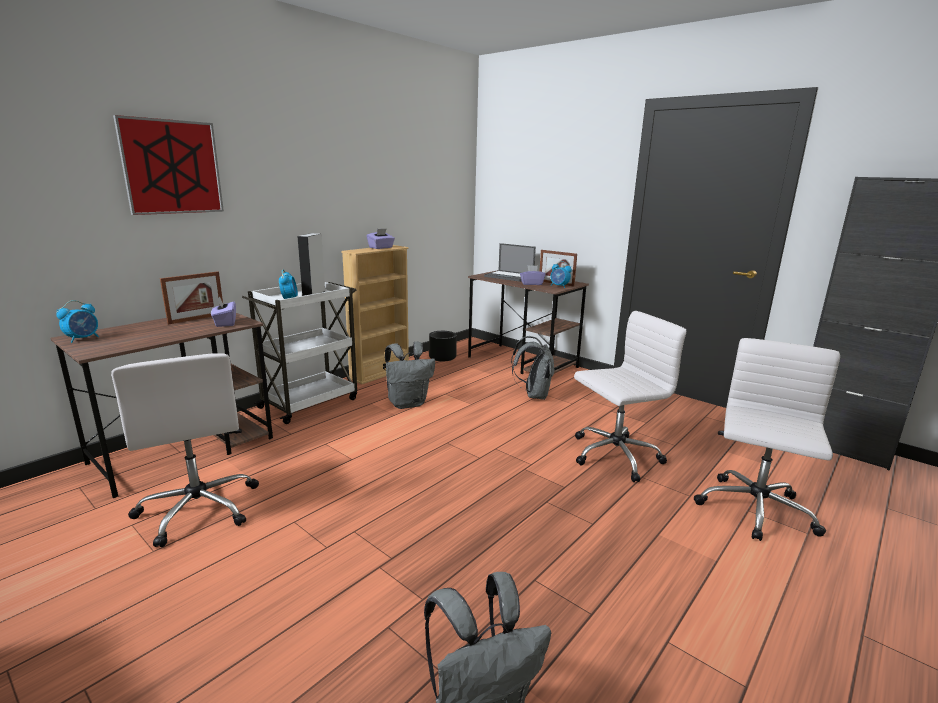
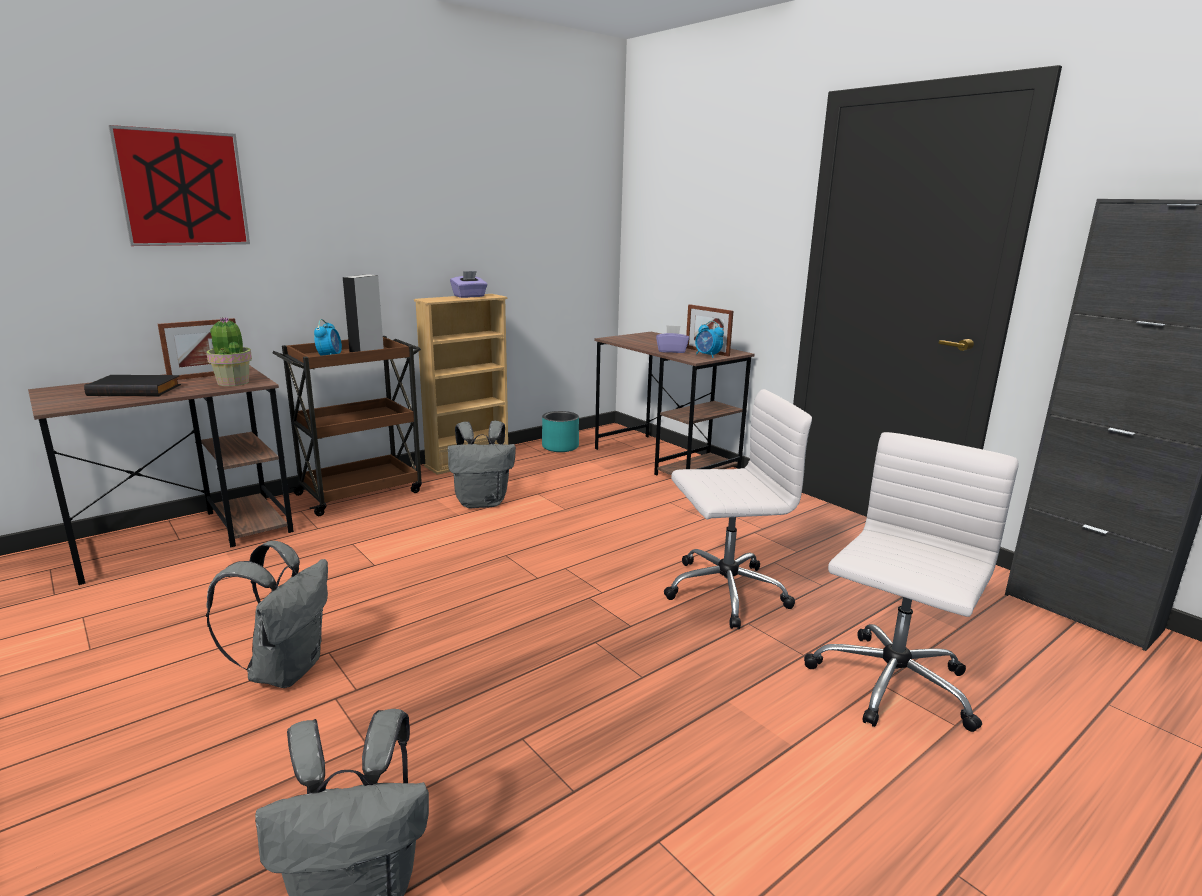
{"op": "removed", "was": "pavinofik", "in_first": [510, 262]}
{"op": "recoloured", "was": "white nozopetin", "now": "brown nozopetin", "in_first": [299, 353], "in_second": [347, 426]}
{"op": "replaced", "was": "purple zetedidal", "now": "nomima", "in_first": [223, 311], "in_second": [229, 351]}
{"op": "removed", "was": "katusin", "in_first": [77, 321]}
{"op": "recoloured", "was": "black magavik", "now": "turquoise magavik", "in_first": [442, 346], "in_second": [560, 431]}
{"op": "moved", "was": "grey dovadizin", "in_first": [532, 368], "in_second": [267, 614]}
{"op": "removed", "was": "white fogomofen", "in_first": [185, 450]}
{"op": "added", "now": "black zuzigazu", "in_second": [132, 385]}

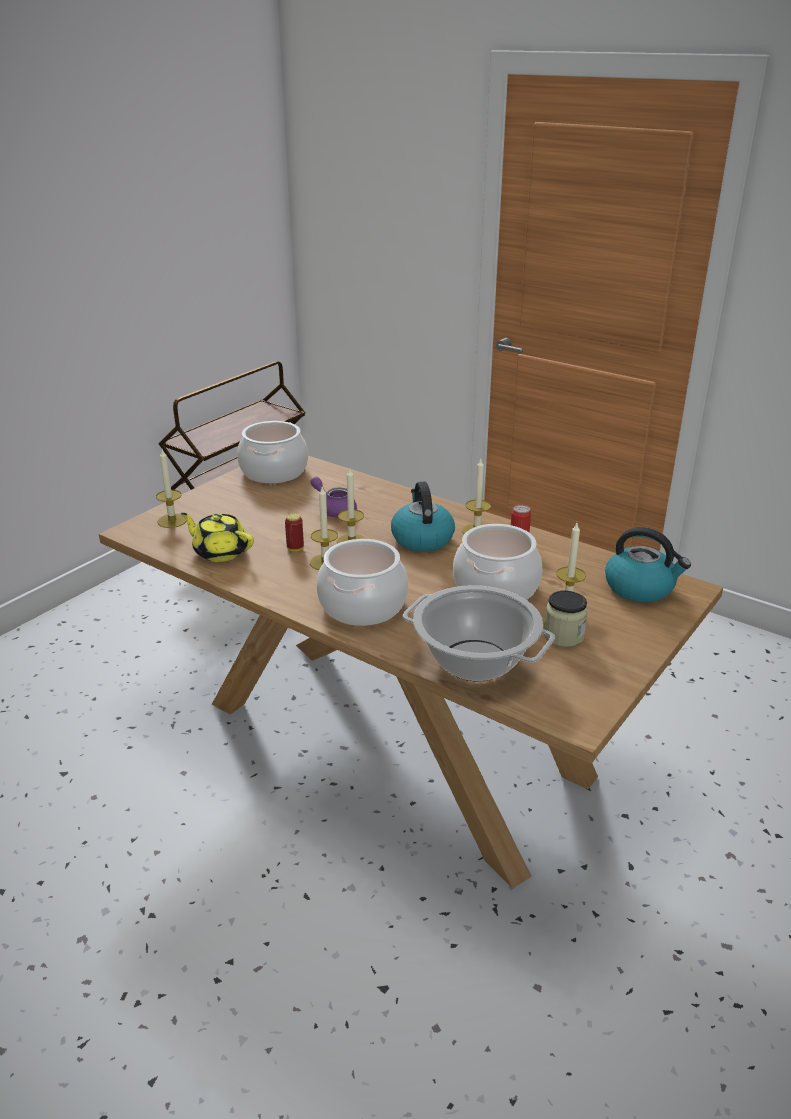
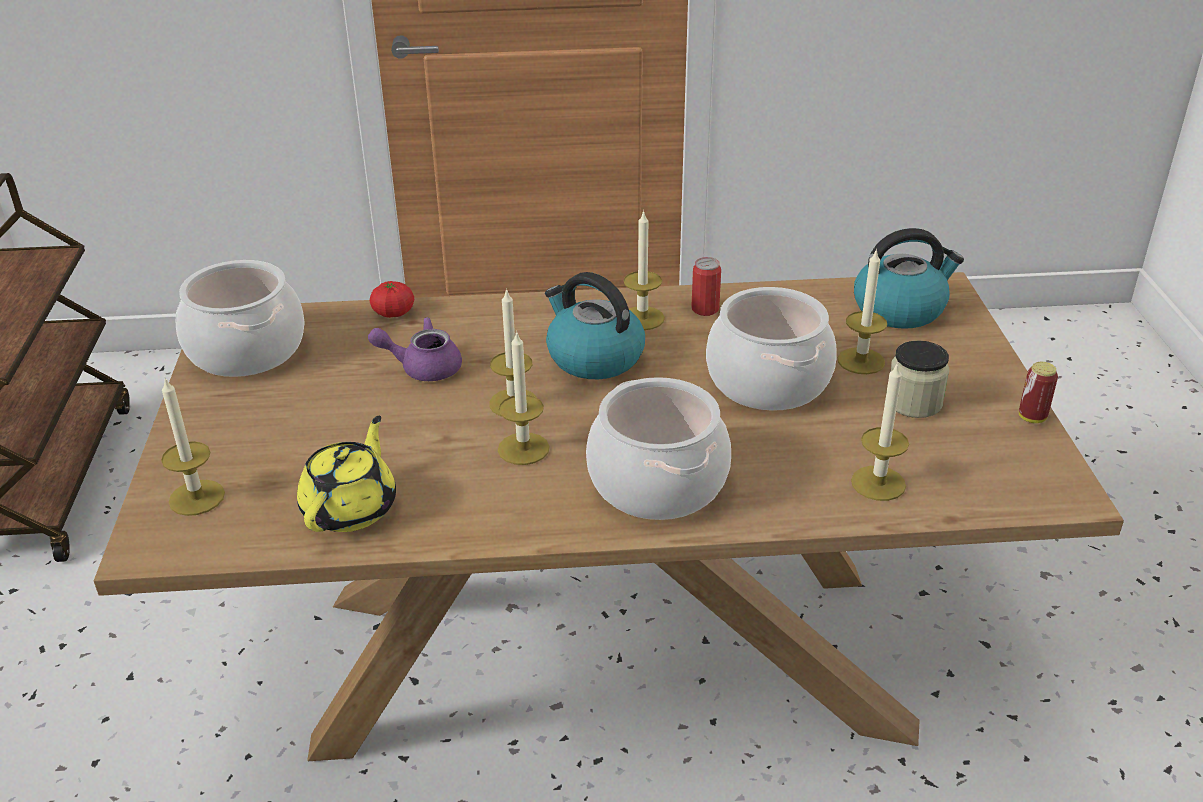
{"op": "turned", "was": "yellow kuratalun", "in_first": [217, 537], "in_second": [346, 474], "clockwise": 120}
{"op": "moved", "was": "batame", "in_first": [294, 532], "in_second": [1038, 392]}
{"op": "replaced", "was": "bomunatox", "now": "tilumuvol", "in_first": [479, 633], "in_second": [880, 431]}
{"op": "added", "now": "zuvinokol", "in_second": [392, 299]}

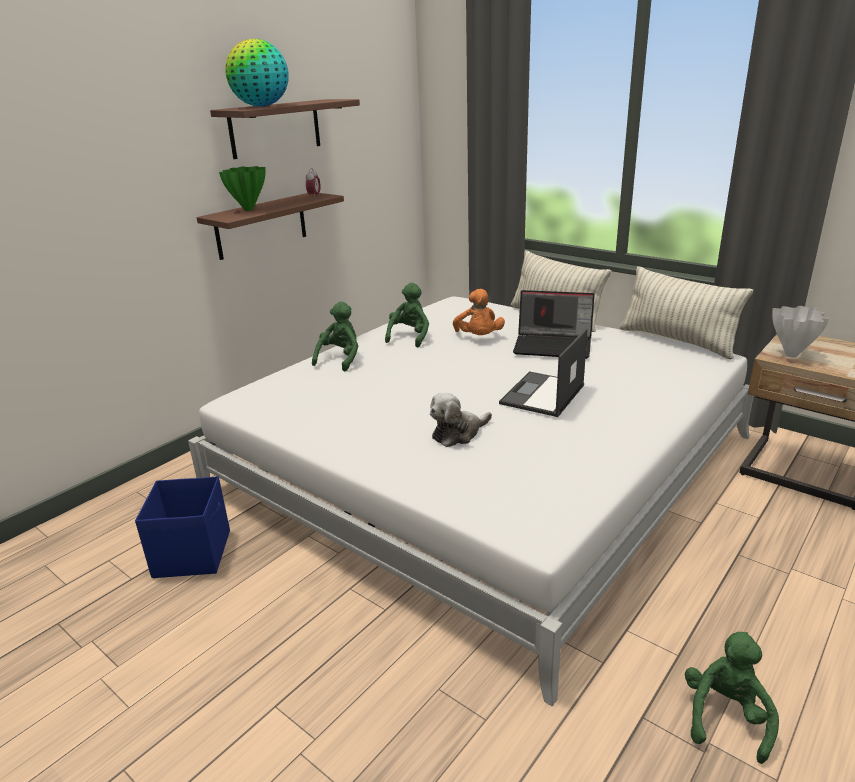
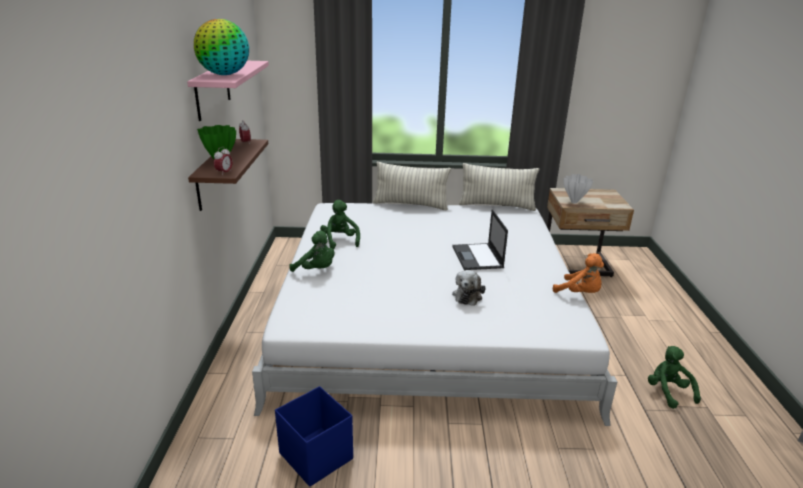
{"op": "recoloured", "was": "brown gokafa", "now": "pink gokafa", "in_first": [285, 129], "in_second": [228, 91]}
{"op": "moved", "was": "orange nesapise", "in_first": [479, 312], "in_second": [578, 273]}
{"op": "removed", "was": "pavinofik", "in_first": [554, 324]}
{"op": "turned", "was": "green nesapise", "in_first": [335, 336], "in_second": [311, 251], "clockwise": 135}
{"op": "added", "now": "katusin", "in_second": [223, 161]}

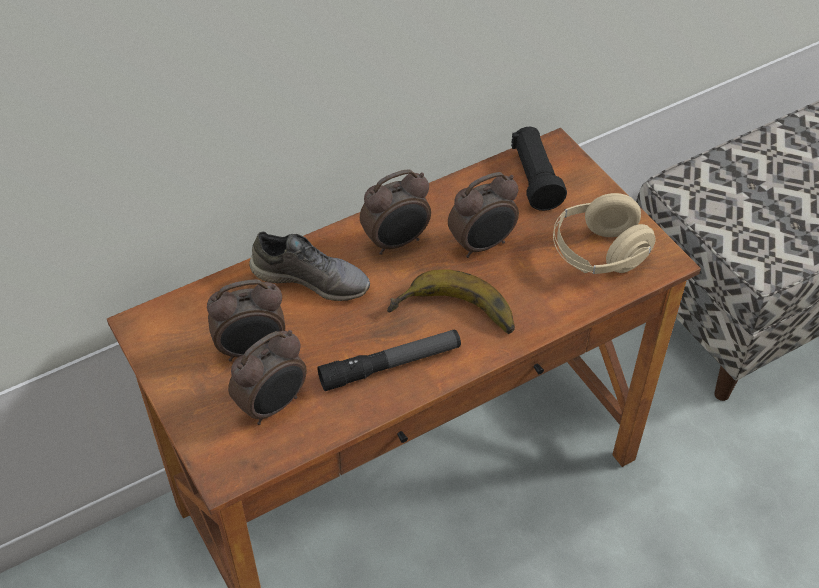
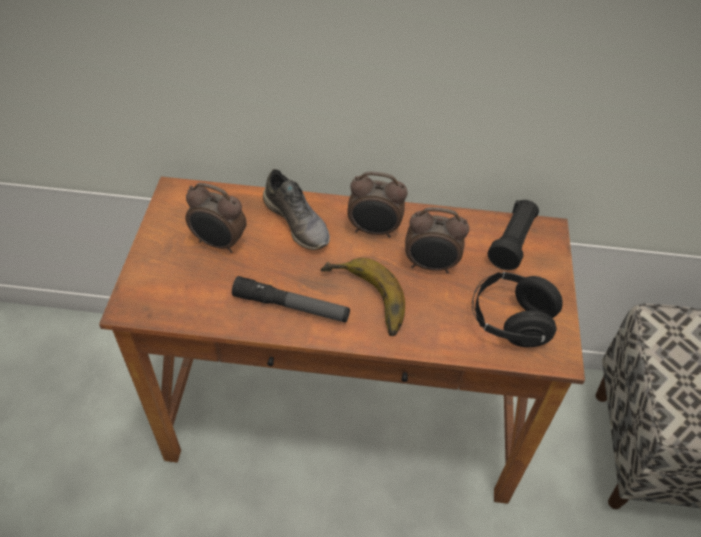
{"op": "recoloured", "was": "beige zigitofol", "now": "black zigitofol", "in_first": [604, 233], "in_second": [517, 309]}
{"op": "removed", "was": "katusin", "in_first": [267, 377]}

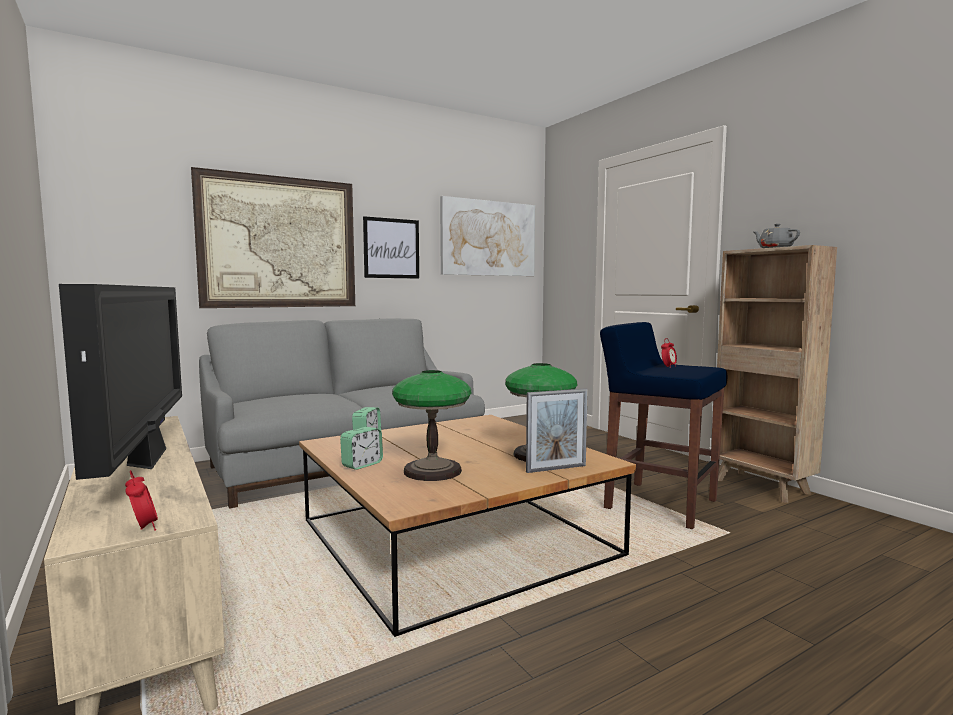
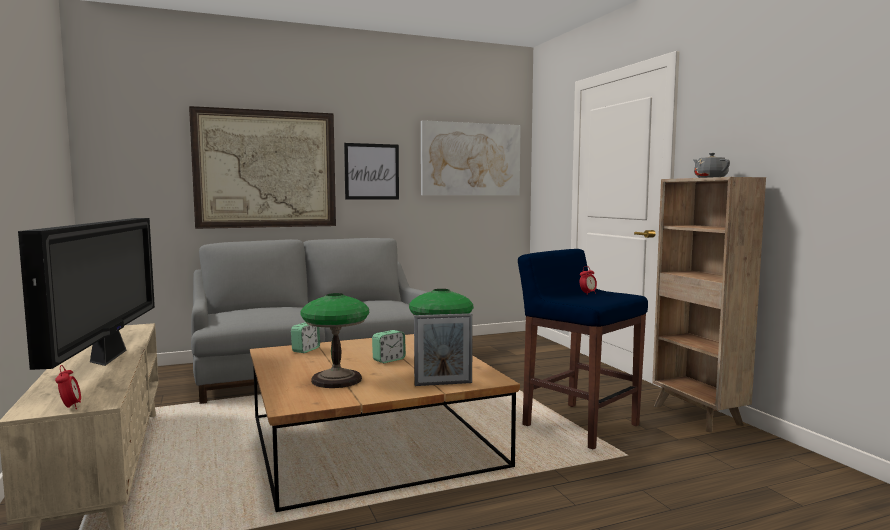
{"op": "moved", "was": "katusin", "in_first": [361, 448], "in_second": [389, 346]}

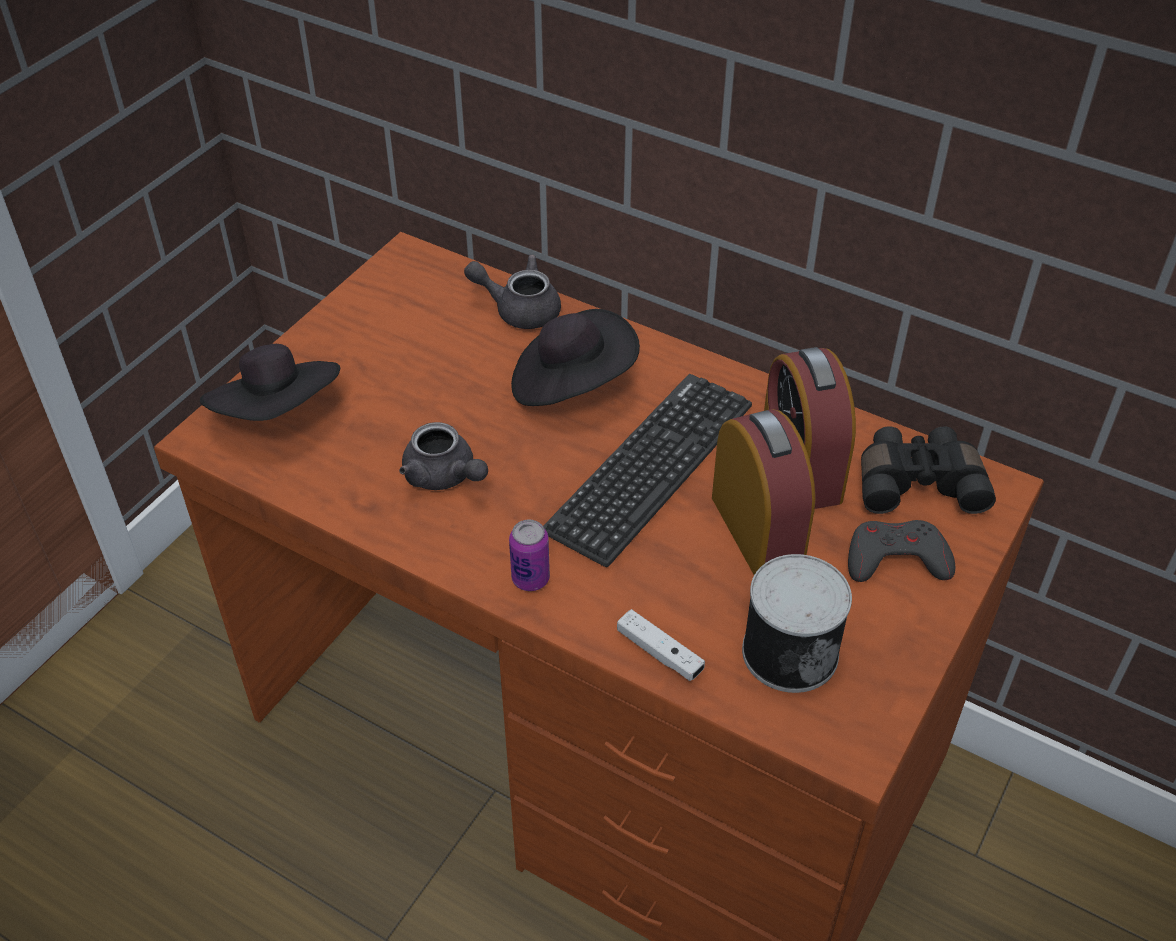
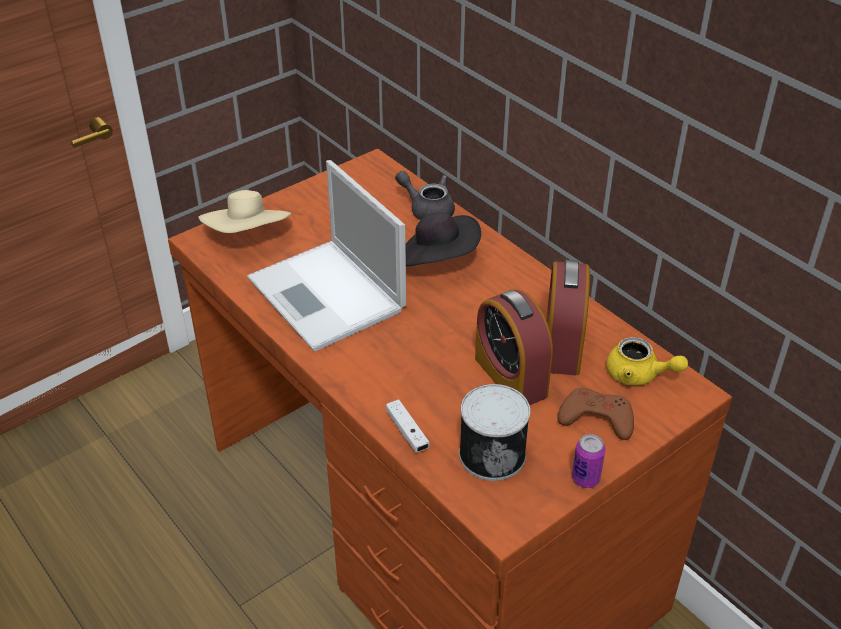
{"op": "recoloured", "was": "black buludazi", "now": "beige buludazi", "in_first": [270, 382], "in_second": [244, 211]}
{"op": "removed", "was": "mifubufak", "in_first": [647, 470]}
{"op": "turned", "was": "katusin", "in_first": [763, 492], "in_second": [514, 347], "clockwise": 150}
{"op": "replaced", "was": "grey kuratalun", "now": "pavinofik", "in_first": [443, 456], "in_second": [326, 256]}
{"op": "replaced", "was": "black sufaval", "now": "yellow kuratalun", "in_first": [928, 470], "in_second": [647, 361]}
{"op": "moved", "was": "batame", "in_first": [529, 555], "in_second": [588, 461]}
{"op": "recoloured", "was": "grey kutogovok", "now": "brown kutogovok", "in_first": [901, 551], "in_second": [596, 414]}

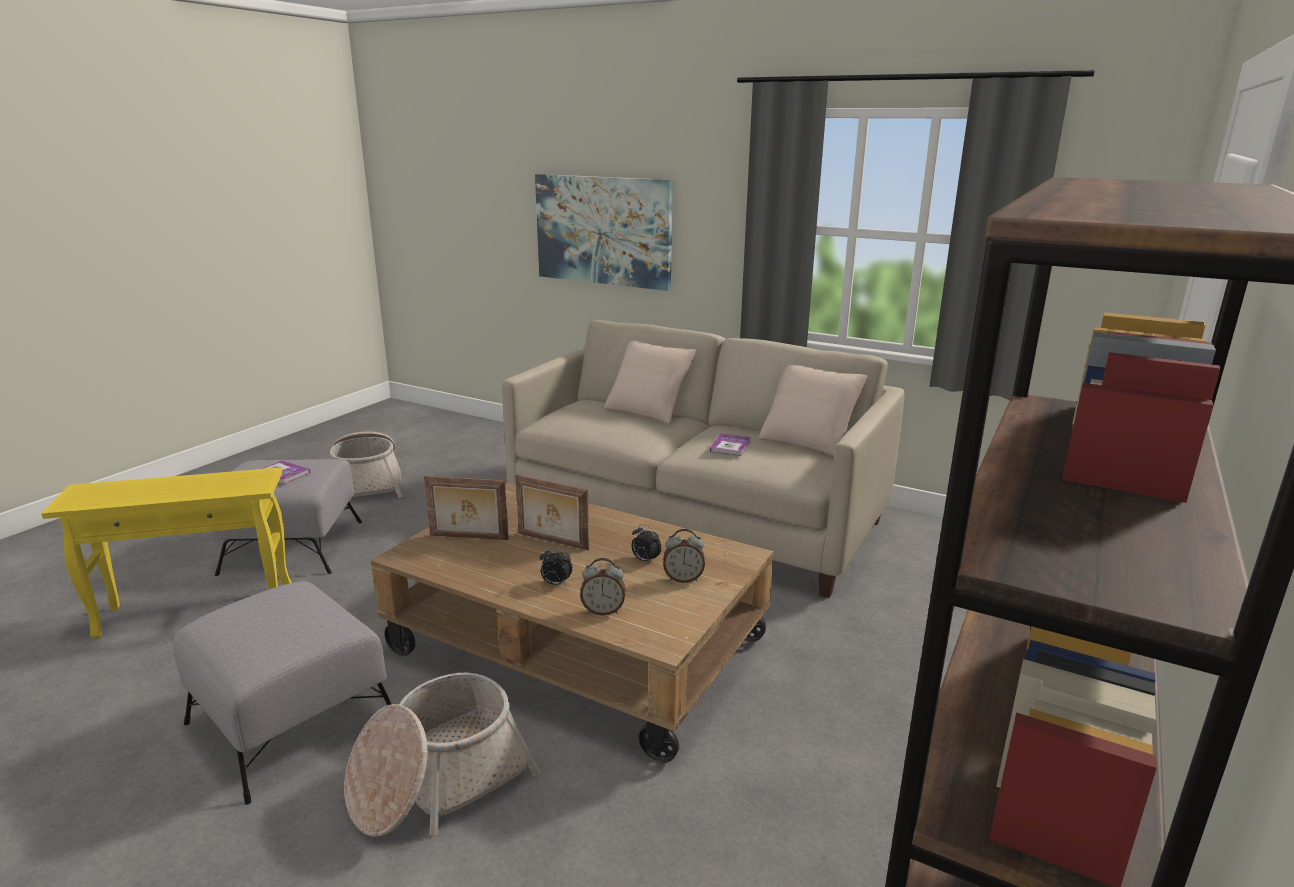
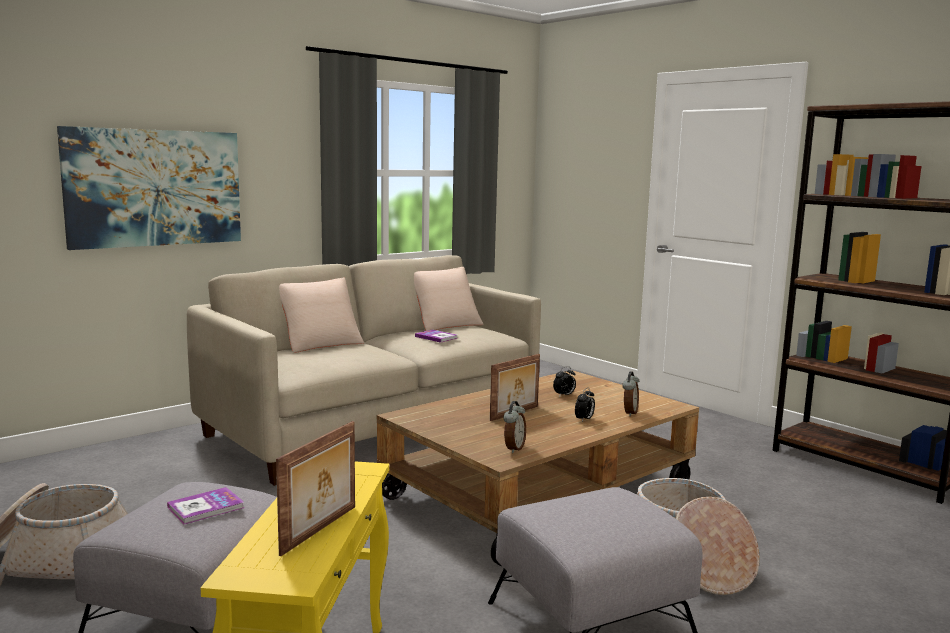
{"op": "moved", "was": "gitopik", "in_first": [466, 508], "in_second": [315, 488]}
{"op": "moved", "was": "katusin", "in_first": [684, 556], "in_second": [514, 427]}

